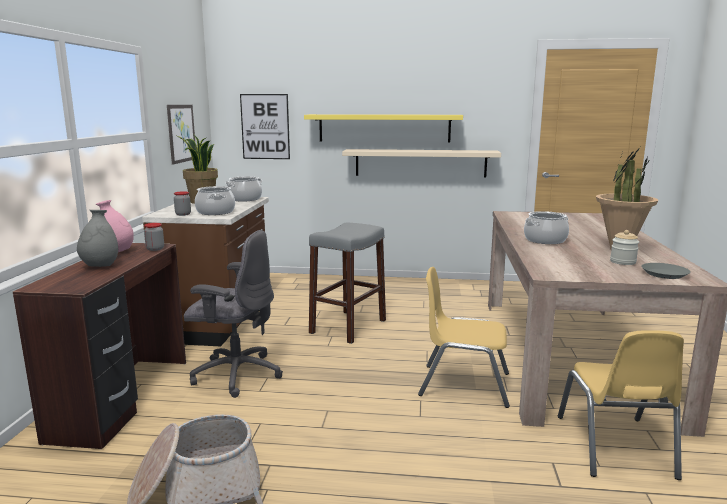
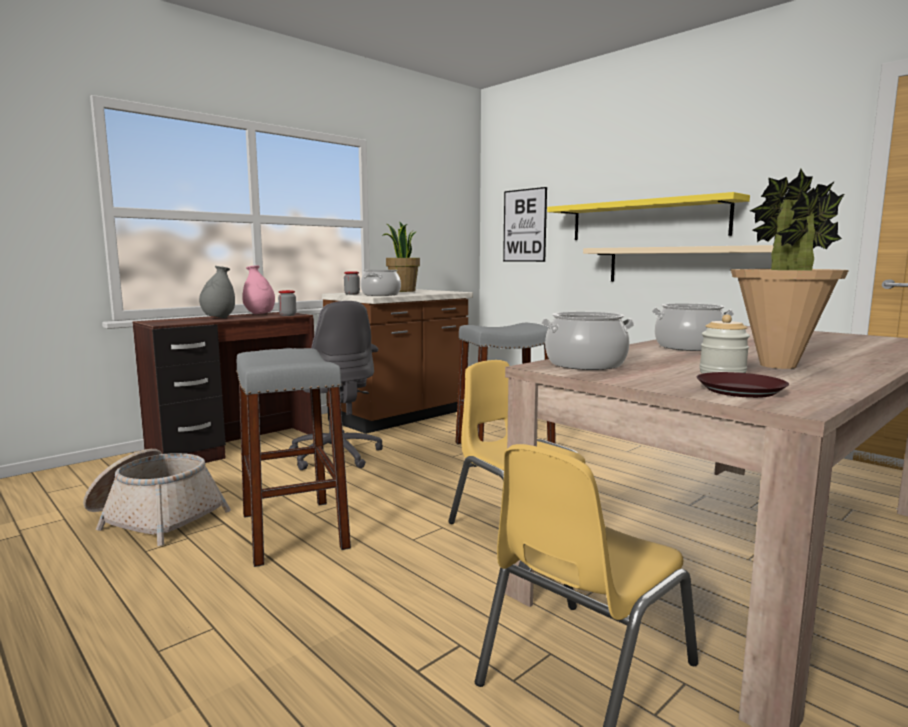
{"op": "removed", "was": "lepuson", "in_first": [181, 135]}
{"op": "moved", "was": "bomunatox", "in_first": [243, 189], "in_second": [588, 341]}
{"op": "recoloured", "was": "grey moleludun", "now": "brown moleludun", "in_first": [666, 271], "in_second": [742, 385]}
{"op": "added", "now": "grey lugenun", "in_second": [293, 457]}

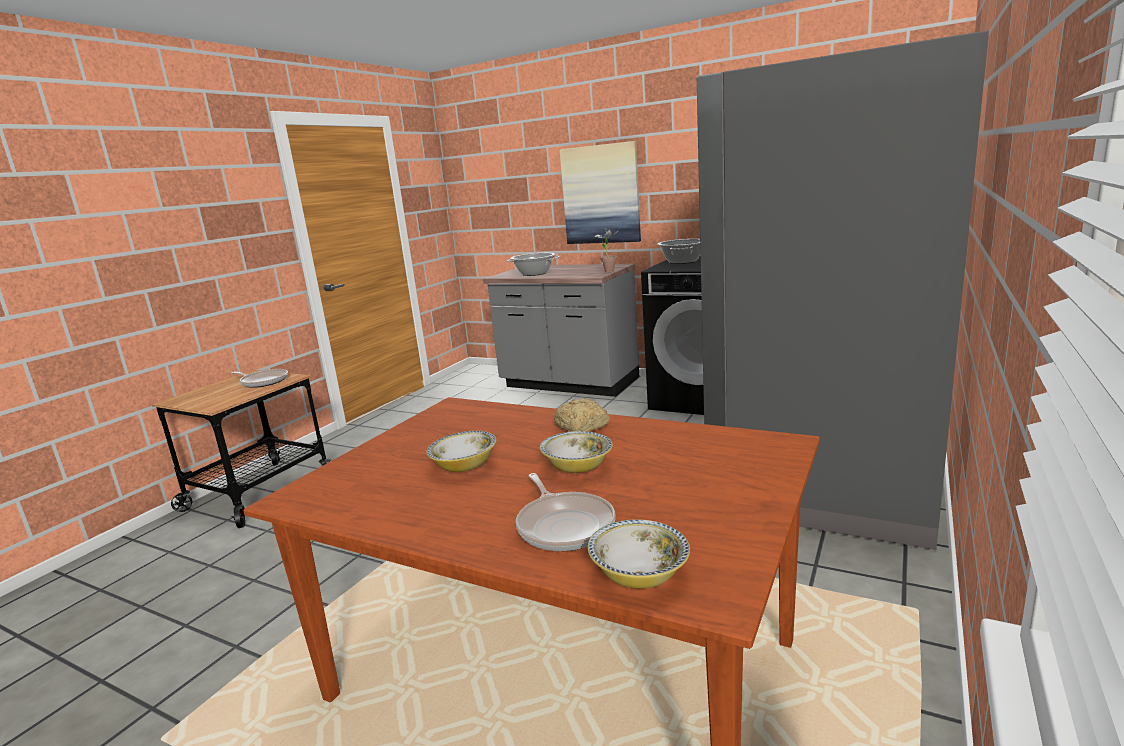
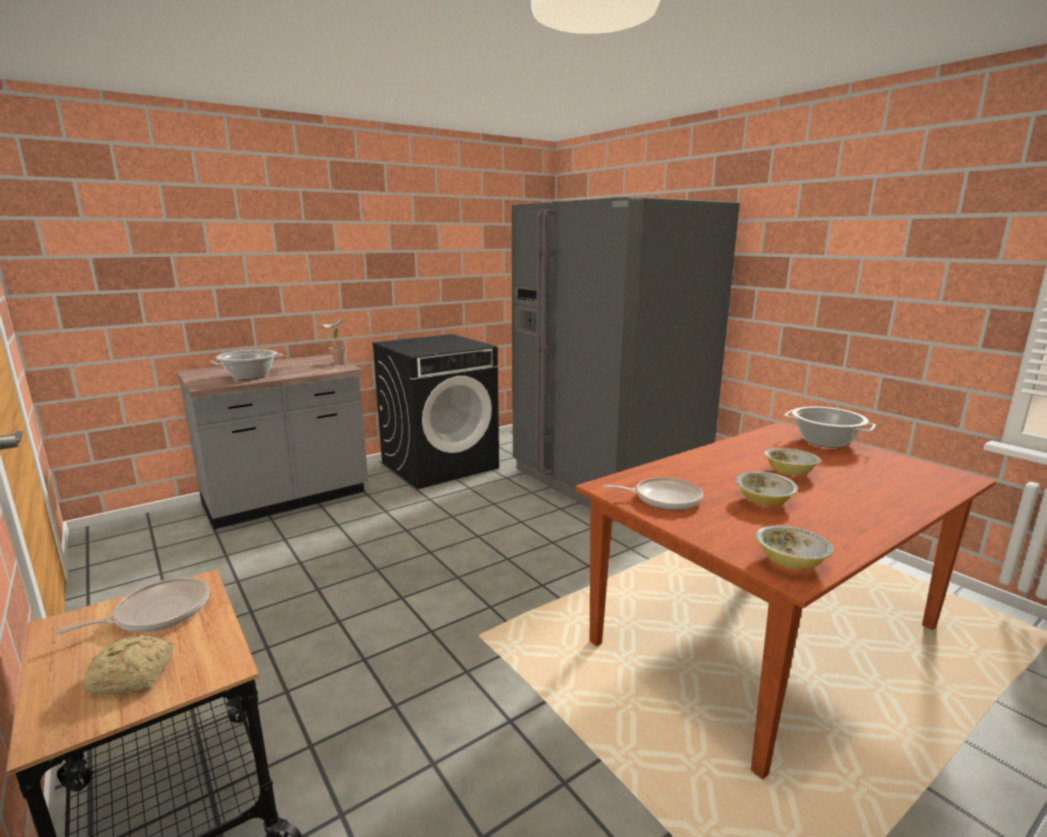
{"op": "removed", "was": "lepuson", "in_first": [600, 192]}
{"op": "moved", "was": "bomunatox", "in_first": [678, 251], "in_second": [830, 427]}
{"op": "moved", "was": "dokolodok", "in_first": [582, 415], "in_second": [128, 664]}
{"op": "moved", "was": "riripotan", "in_first": [565, 512], "in_second": [653, 493]}
{"op": "moved", "was": "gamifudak", "in_first": [639, 554], "in_second": [794, 548]}

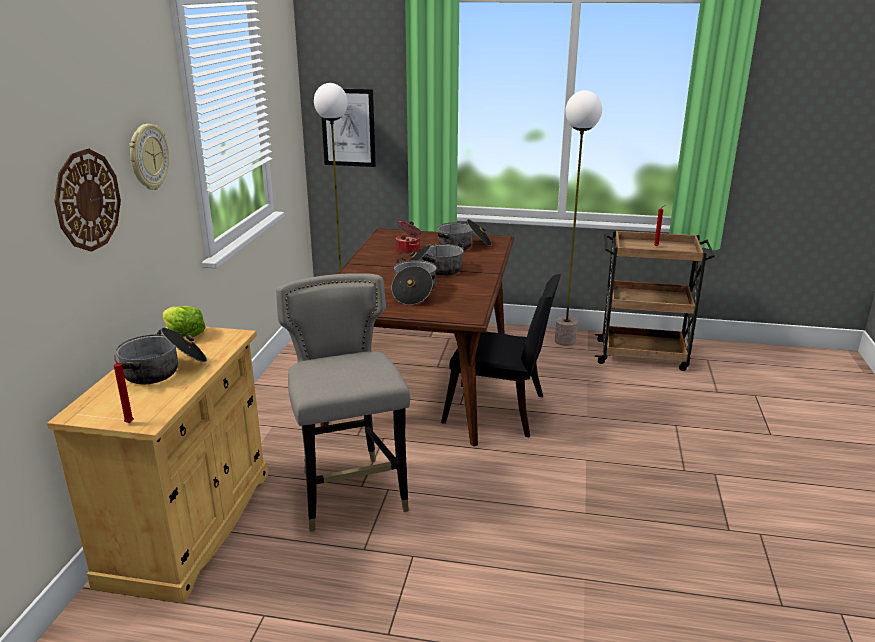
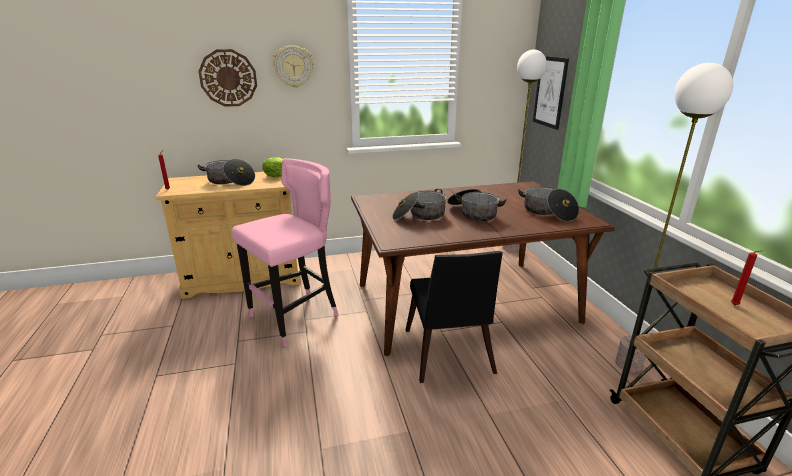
{"op": "removed", "was": "bomunatox", "in_first": [408, 237]}
{"op": "recoloured", "was": "grey lugenun", "now": "pink lugenun", "in_first": [343, 402], "in_second": [285, 253]}

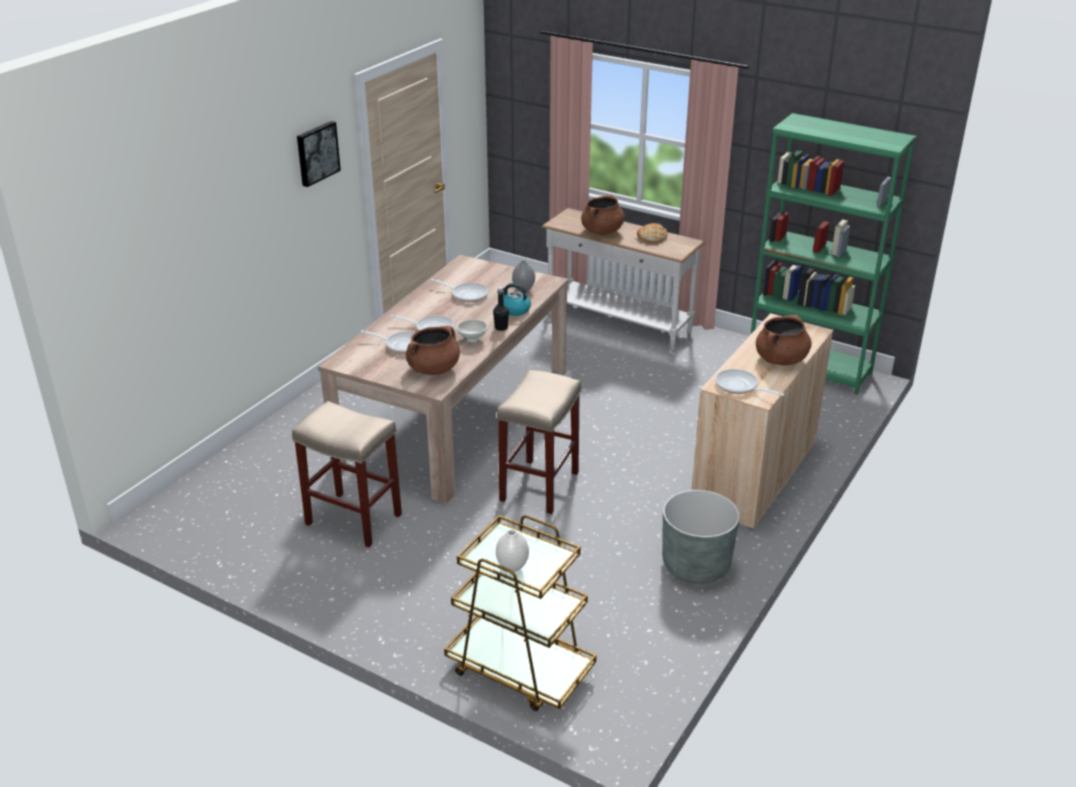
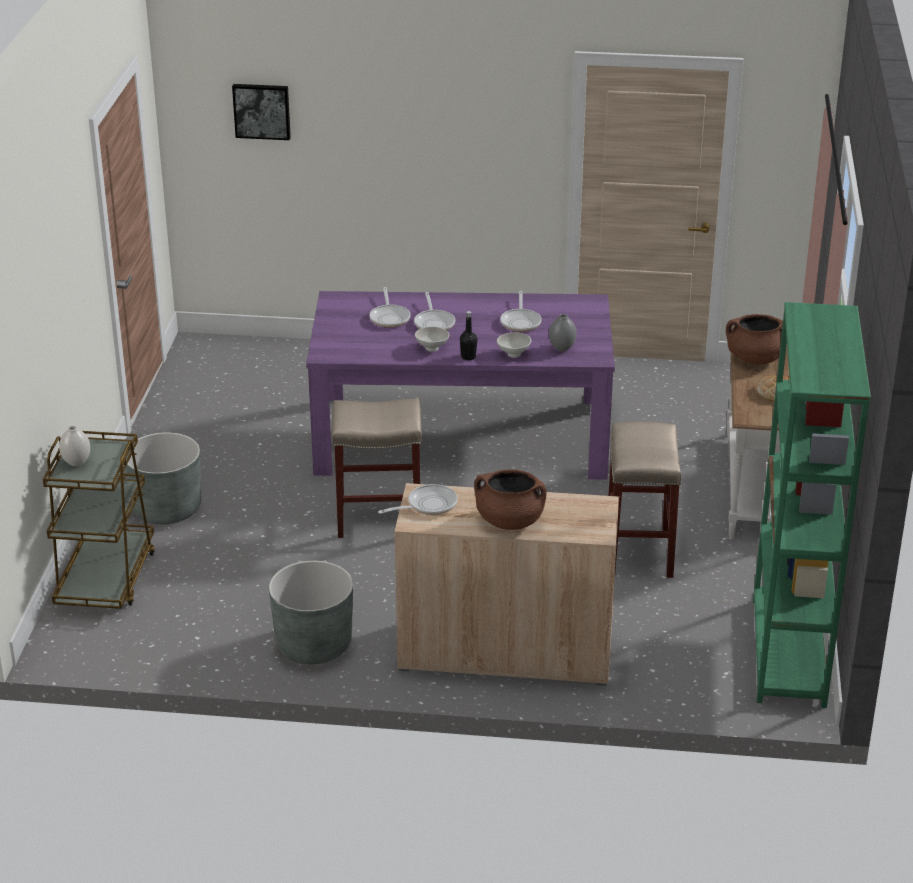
{"op": "moved", "was": "lepuson", "in_first": [319, 154], "in_second": [261, 112]}
{"op": "recoloured", "was": "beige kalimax", "now": "purple kalimax", "in_first": [443, 379], "in_second": [460, 385]}
{"op": "replaced", "was": "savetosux", "now": "white gamifudak", "in_first": [514, 299], "in_second": [514, 345]}
{"op": "removed", "was": "brown bomunatox", "in_first": [433, 350]}
{"op": "turned", "was": "riripotan", "in_first": [750, 382], "in_second": [418, 499], "clockwise": 45}
{"op": "moved", "was": "beige lugenun", "in_first": [347, 474], "in_second": [645, 499]}
{"op": "added", "now": "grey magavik", "in_second": [163, 478]}

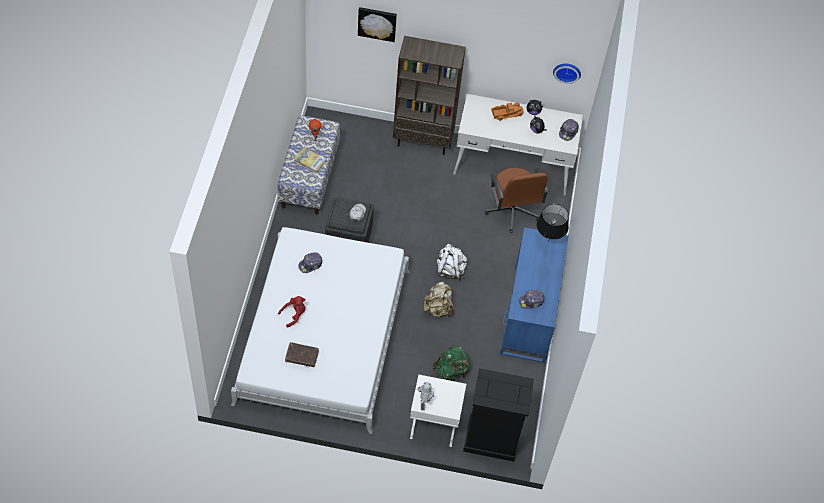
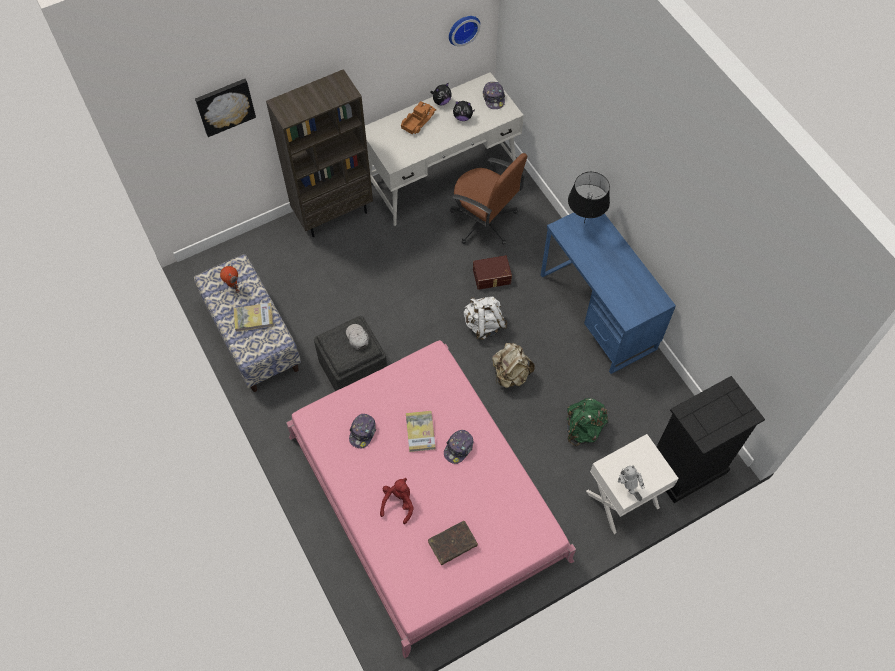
{"op": "recoloured", "was": "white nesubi", "now": "pink nesubi", "in_first": [320, 330], "in_second": [431, 499]}
{"op": "moved", "was": "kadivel", "in_first": [531, 299], "in_second": [458, 447]}
{"op": "added", "now": "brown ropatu", "in_second": [492, 272]}
{"op": "added", "now": "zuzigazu", "in_second": [421, 431]}

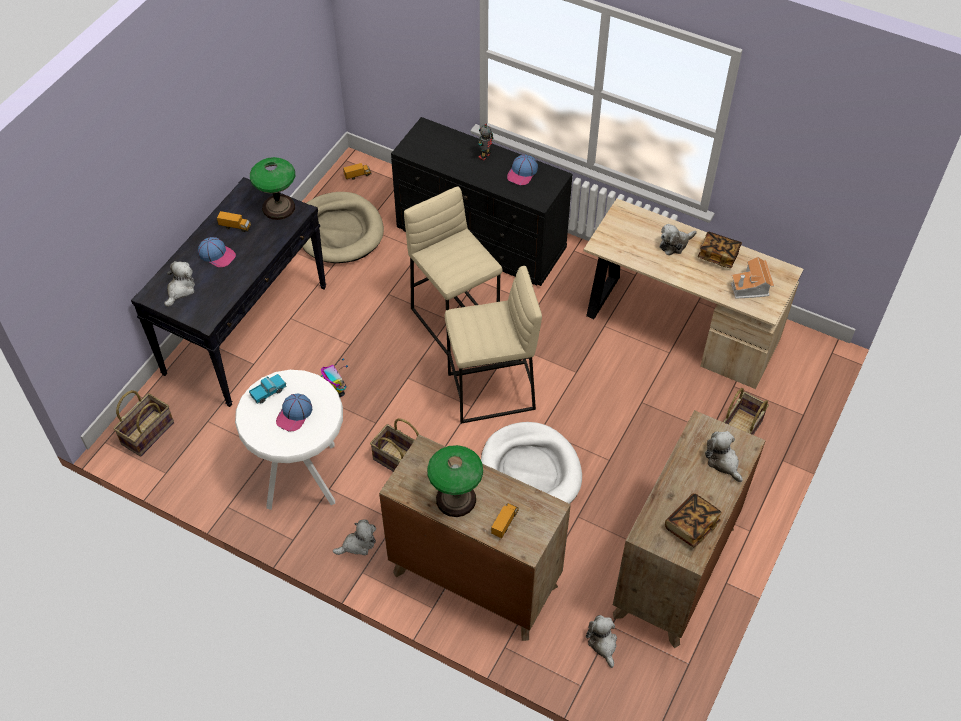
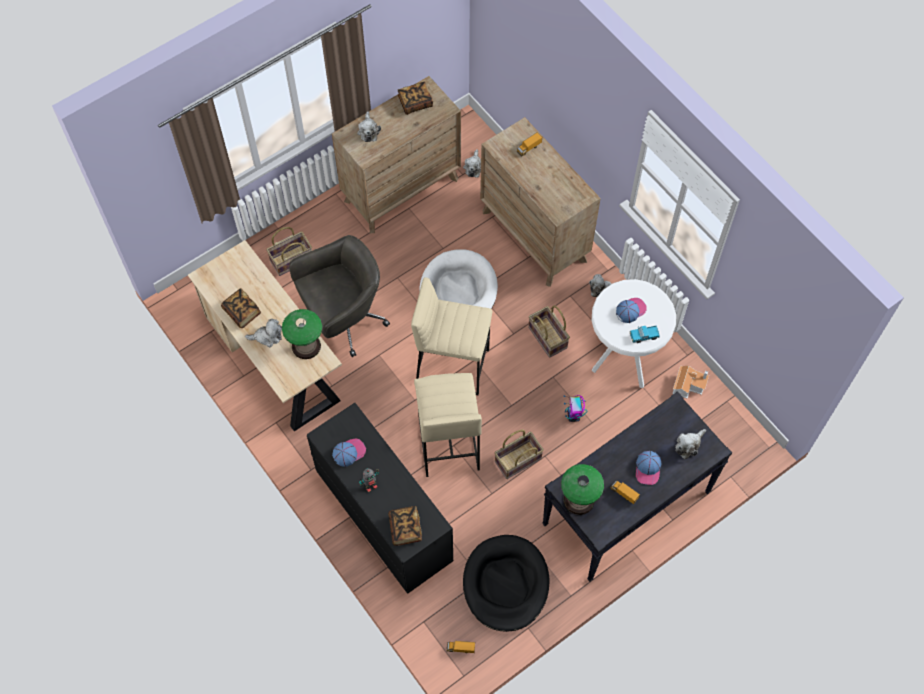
{"op": "recoloured", "was": "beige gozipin", "now": "black gozipin", "in_first": [343, 227], "in_second": [506, 583]}
{"op": "turned", "was": "kadivel", "in_first": [217, 252], "in_second": [649, 468], "clockwise": -135}
{"op": "moved", "was": "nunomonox", "in_first": [752, 278], "in_second": [691, 382]}
{"op": "moved", "was": "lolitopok", "in_first": [143, 423], "in_second": [519, 454]}
{"op": "moved", "was": "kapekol", "in_first": [455, 481], "in_second": [302, 334]}
{"op": "added", "now": "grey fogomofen", "in_second": [339, 296]}
{"op": "added", "now": "zuzigazu", "in_second": [405, 526]}

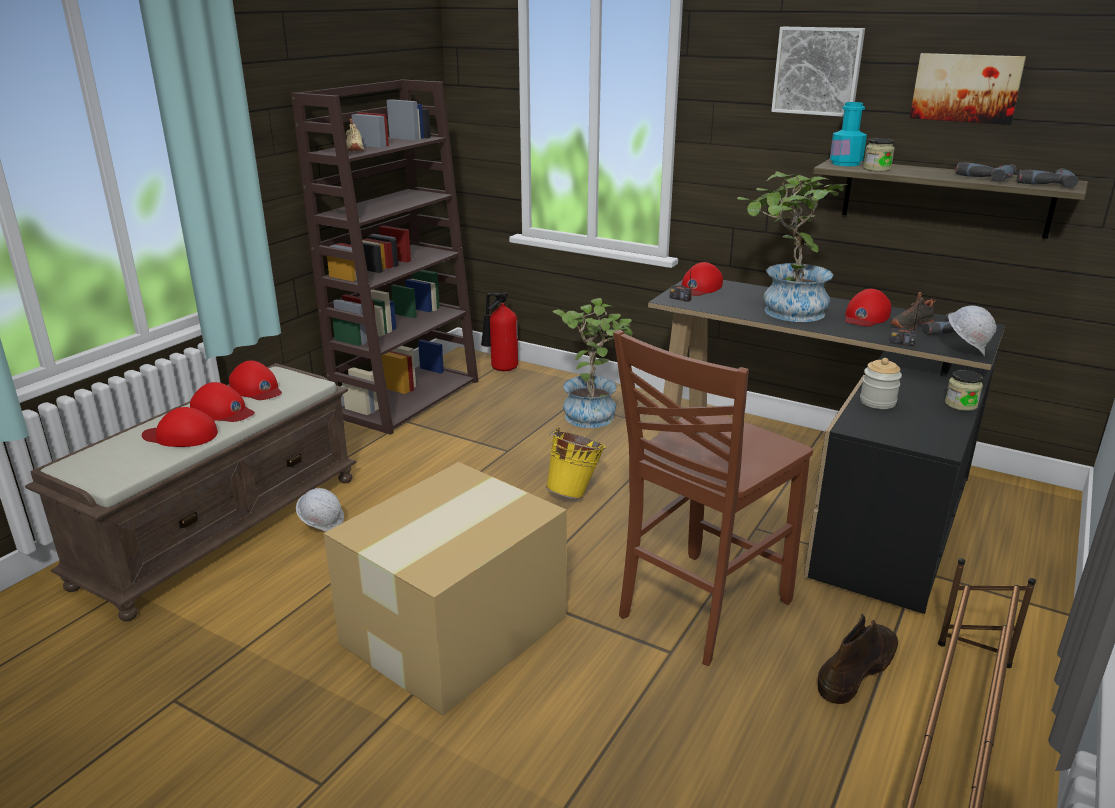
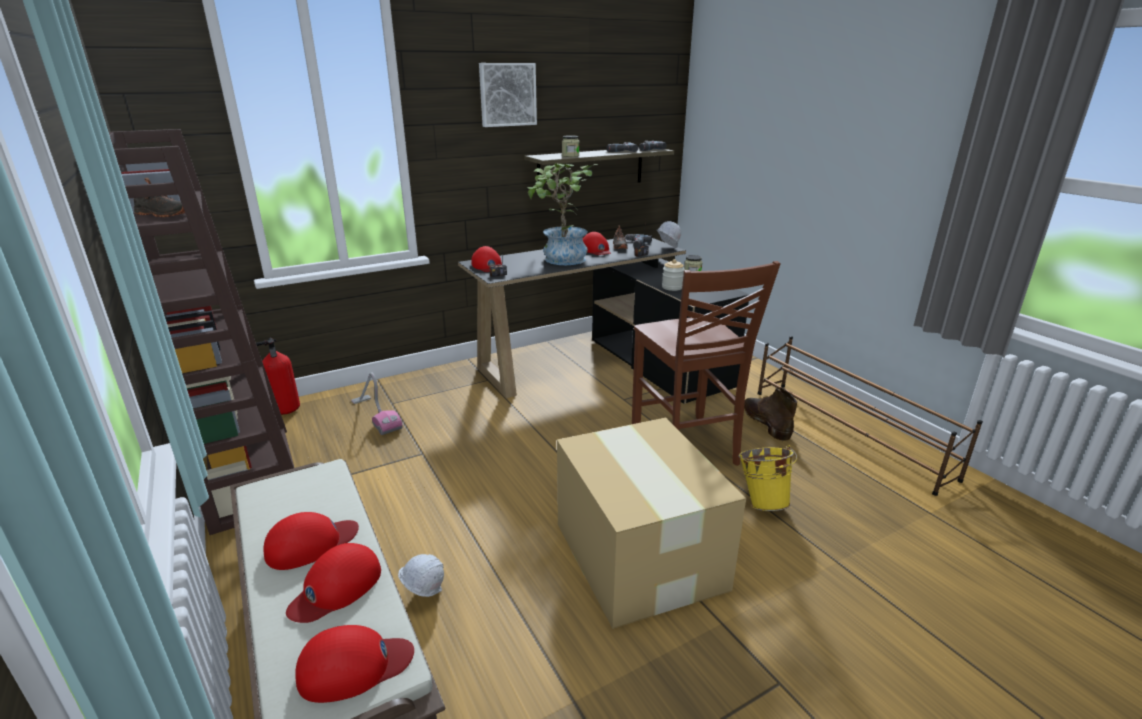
{"op": "removed", "was": "lepuson", "in_first": [968, 89]}
{"op": "removed", "was": "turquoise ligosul", "in_first": [848, 134]}
{"op": "recoloured", "was": "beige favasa", "now": "black favasa", "in_first": [355, 135], "in_second": [159, 197]}
{"op": "removed", "was": "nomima", "in_first": [592, 363]}
{"op": "moved", "was": "red kadivel", "in_first": [255, 380], "in_second": [354, 664]}
{"op": "moved", "was": "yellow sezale", "in_first": [576, 463], "in_second": [768, 478]}
{"op": "added", "now": "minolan", "in_second": [377, 403]}

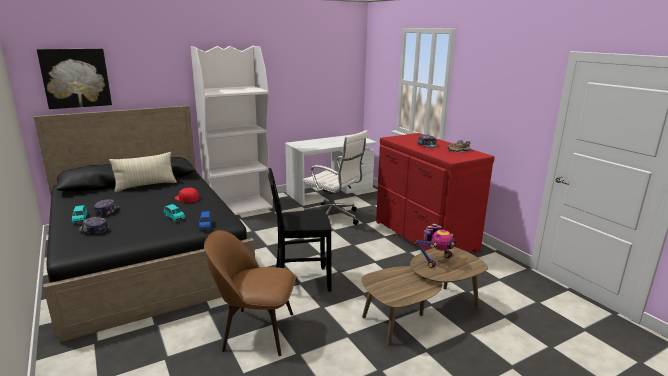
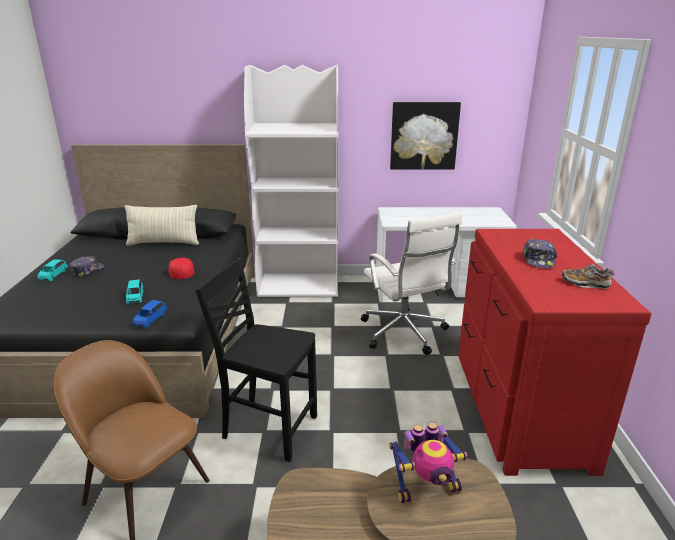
{"op": "moved", "was": "lepuson", "in_first": [74, 79], "in_second": [425, 135]}
{"op": "removed", "was": "kadivel", "in_first": [94, 225]}

